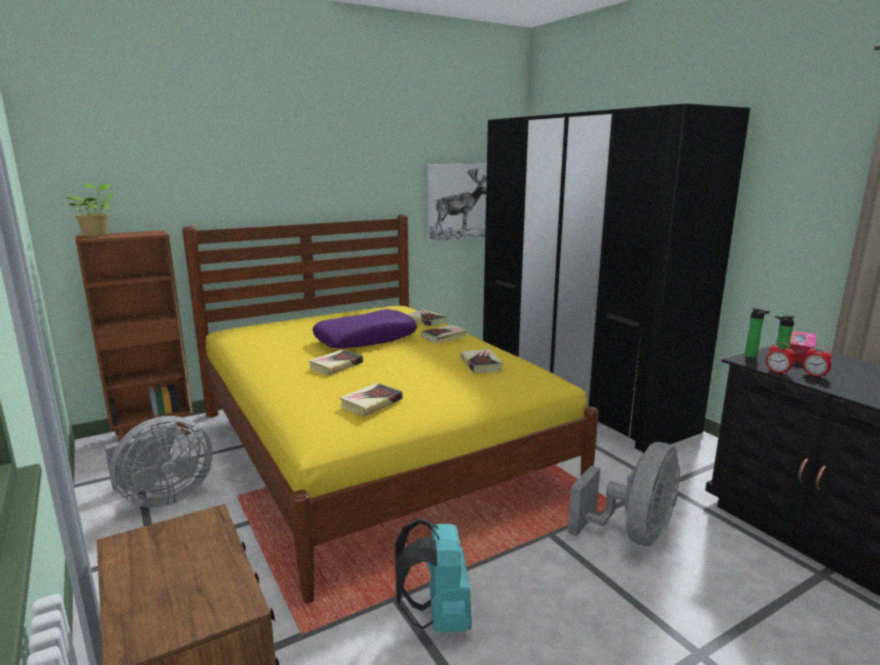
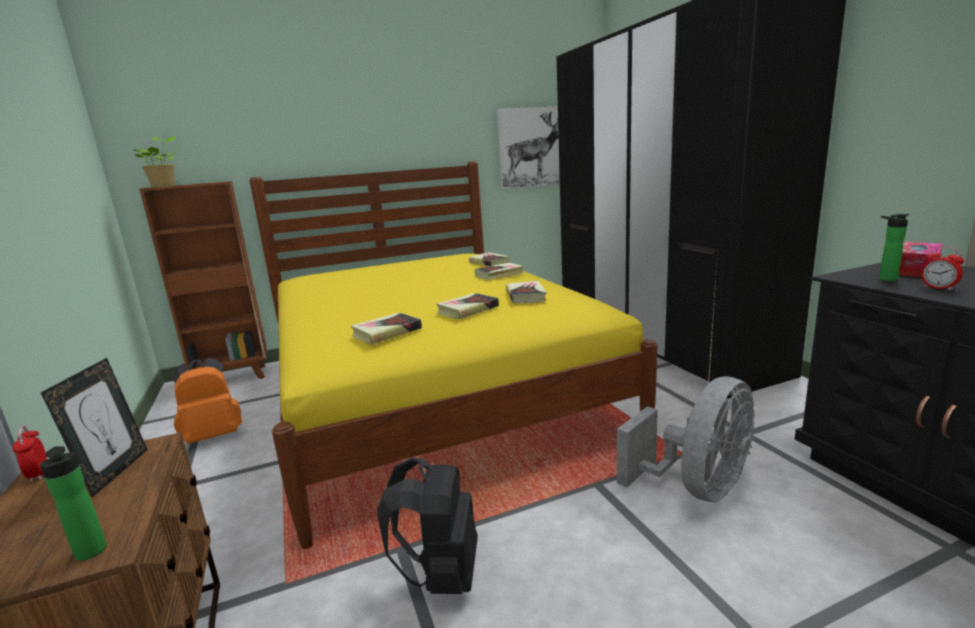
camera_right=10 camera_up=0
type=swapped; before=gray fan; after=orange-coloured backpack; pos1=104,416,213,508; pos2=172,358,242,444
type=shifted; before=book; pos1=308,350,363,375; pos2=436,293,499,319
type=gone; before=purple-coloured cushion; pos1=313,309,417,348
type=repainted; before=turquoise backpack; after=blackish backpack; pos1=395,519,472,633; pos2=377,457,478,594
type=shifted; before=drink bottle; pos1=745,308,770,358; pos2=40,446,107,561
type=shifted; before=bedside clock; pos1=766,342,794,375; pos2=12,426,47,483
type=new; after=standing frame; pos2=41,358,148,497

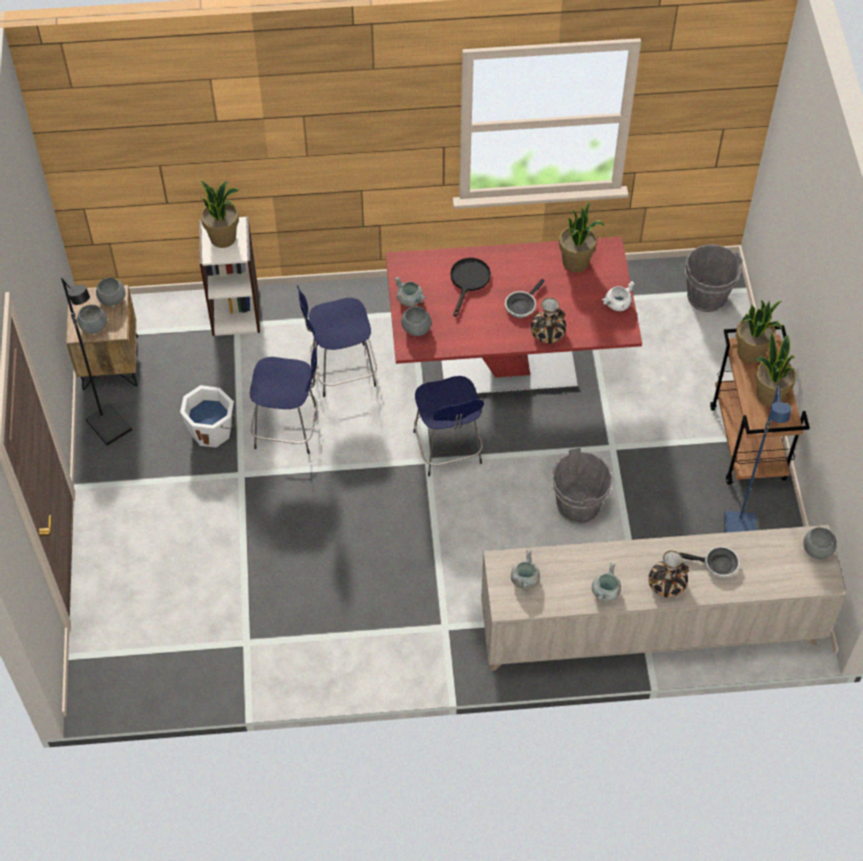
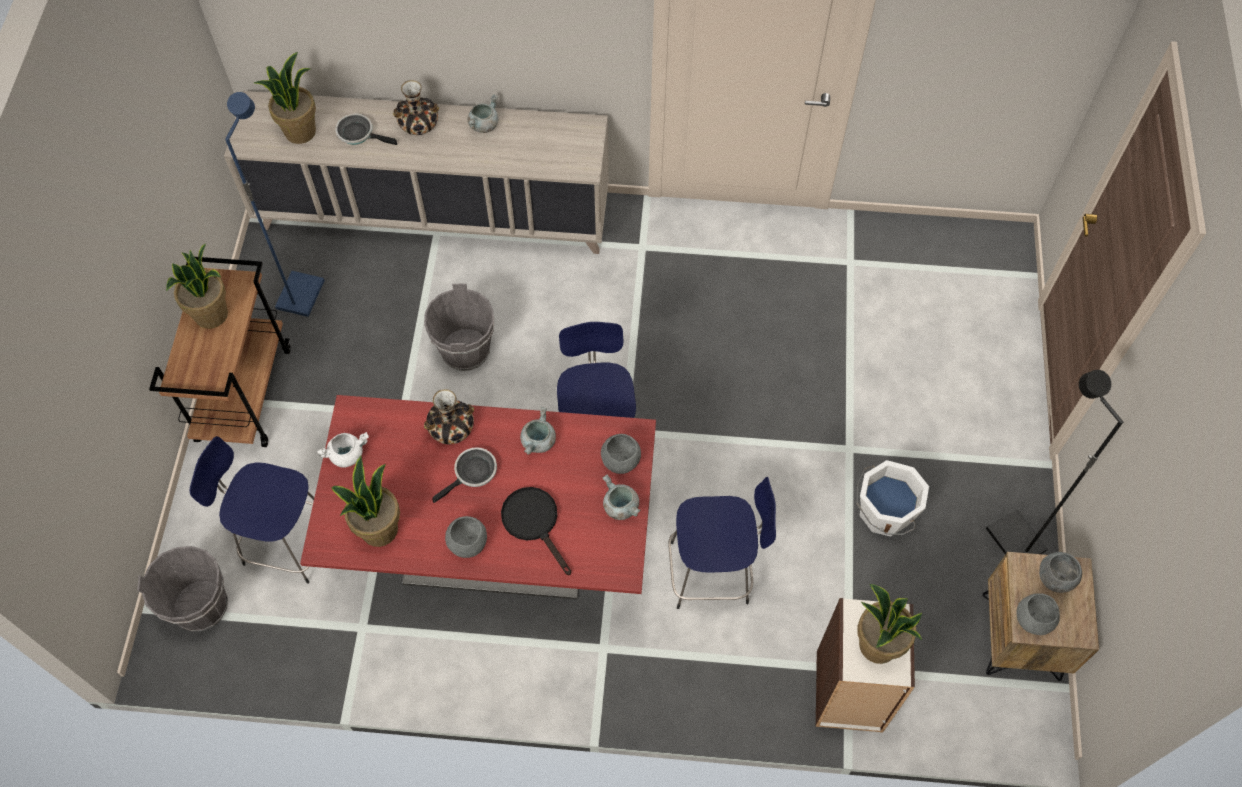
camera_right=-170 camera_up=5
type=shifted; before=bluish stool; pos1=250,340,319,454; pos2=190,436,314,584
type=rotated; before=blackish pan; pos1=450,258,491,317; pos2=501,487,571,575; turn=120
type=shifted; before=gray saucepot; pos1=511,550,540,590; pos2=520,407,556,455
type=shifted; before=potted plant; pos1=736,299,782,364; pos2=254,52,316,144
type=shifted; before=gray serving bowl; pos1=803,527,837,559; pos2=445,516,487,558

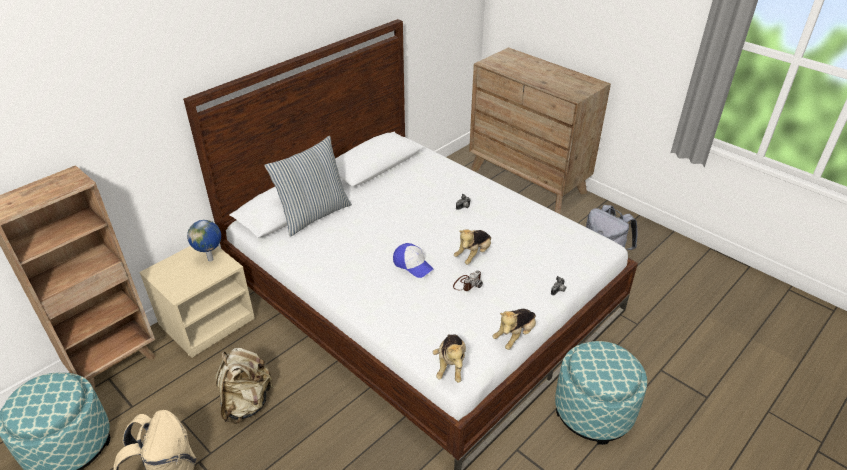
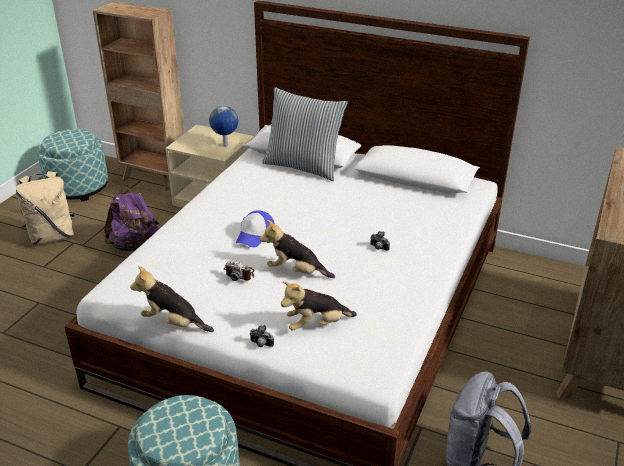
camera_right=70 camera_up=-5
type=repainted; before=beige backpack; after=purple-coloured backpack; pos1=215,348,274,424; pos2=104,185,159,251
type=shifted; before=cuddly toy; pos1=433,334,466,383; pos2=281,281,357,330

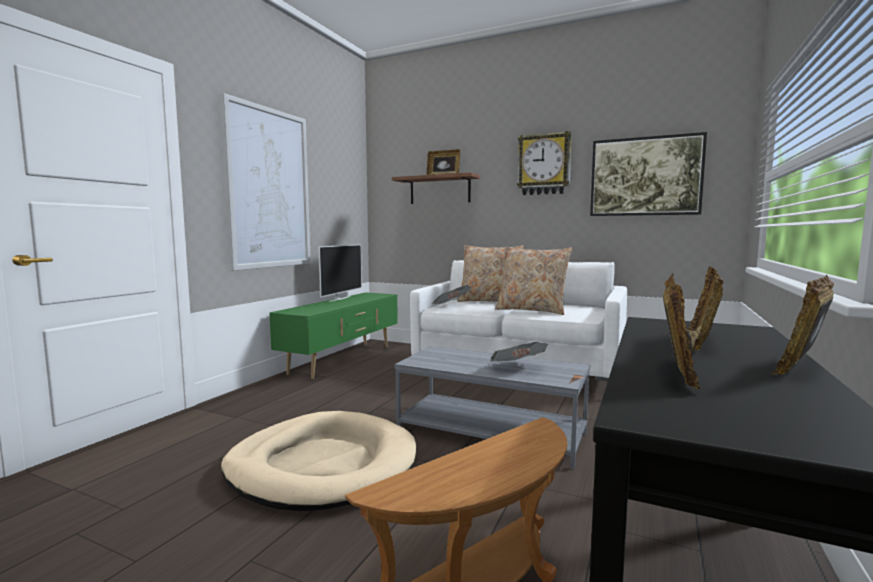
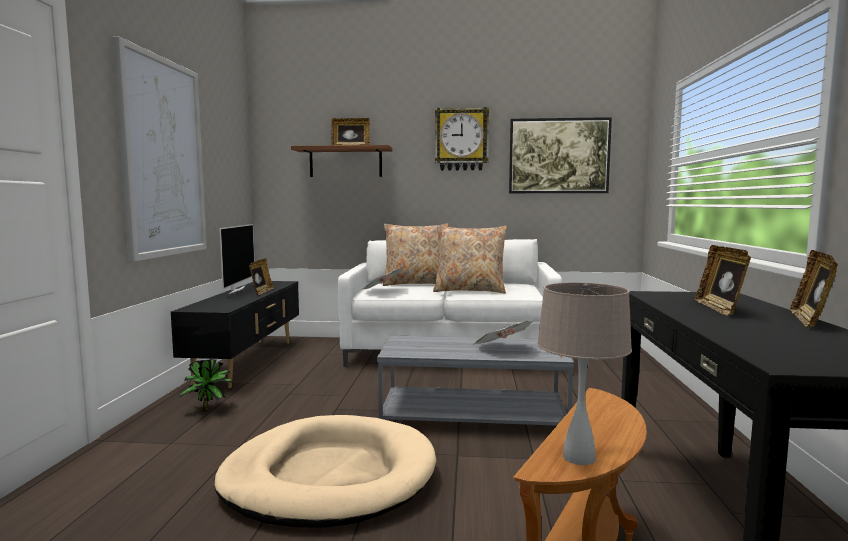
camera_right=-20 camera_up=0
type=repainted; before=green-coloured tv stand; after=blackish tv stand; pos1=269,292,398,379; pos2=171,281,299,388
type=shifted; before=standing frame; pos1=663,274,700,390; pos2=249,258,274,295
type=new; after=potted plant; pos2=179,359,232,411
type=new; after=beige tabletop lamp; pos2=537,282,632,465

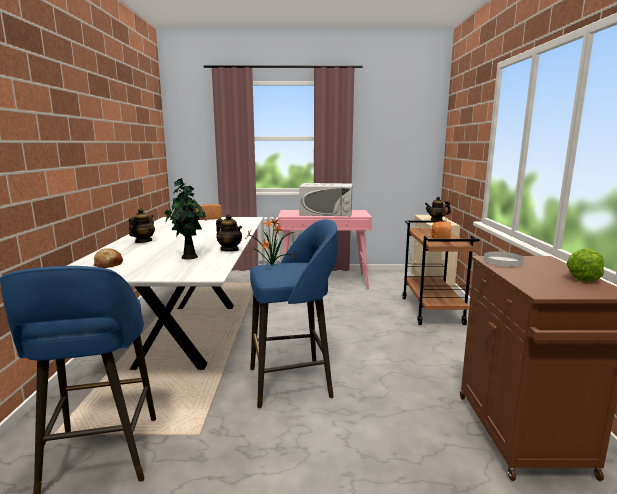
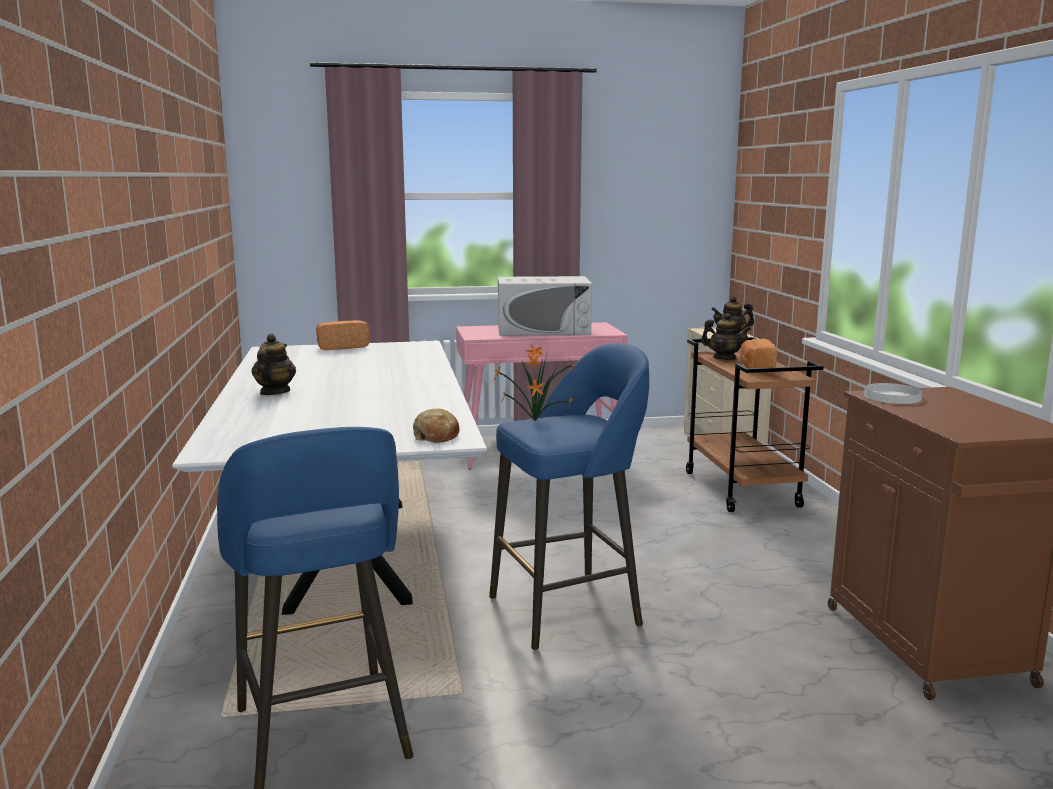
camera_right=-10 camera_up=0
type=shifted; before=bread; pos1=93,249,123,268; pos2=413,409,459,443
type=gone; before=potted plant; pos1=164,178,206,259
type=shifted; before=teapot; pos1=216,214,242,252; pos2=701,313,751,360
type=gone; before=lettuce; pos1=566,248,604,282

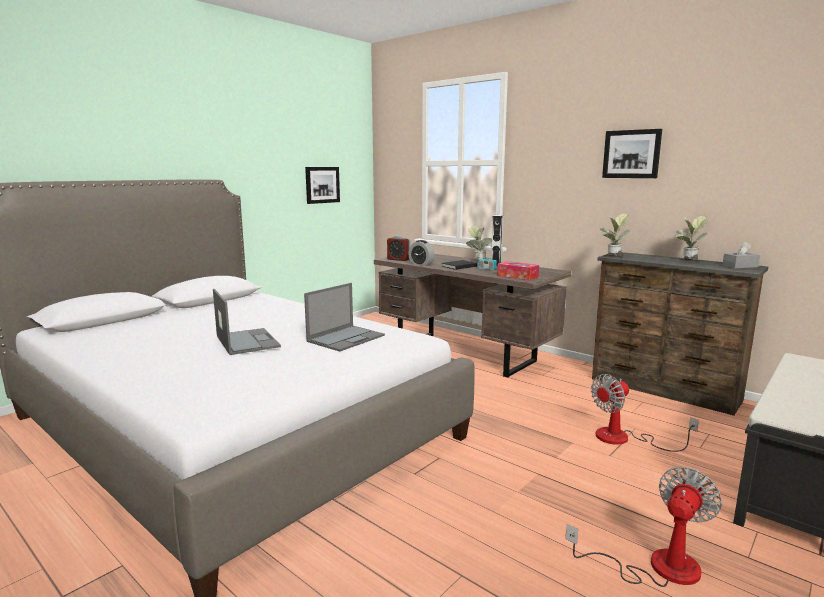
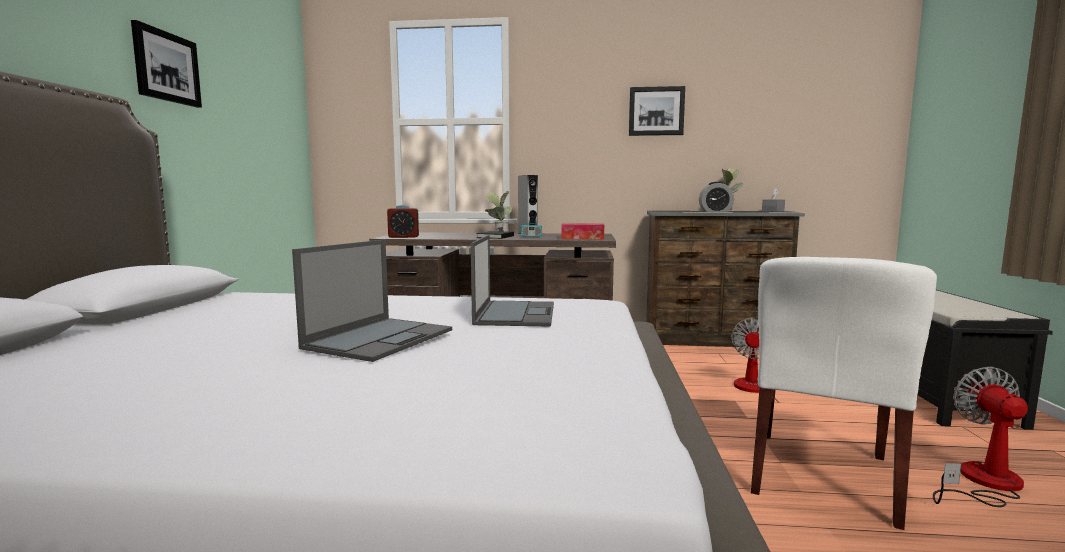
camera_right=-35 camera_up=-5
type=rotated; before=laptop; pos1=213,289,281,355; pos2=292,240,452,362; turn=90
type=shifted; before=picture; pos1=305,167,340,204; pos2=131,20,202,108
type=shifted; before=bedside clock; pos1=408,240,435,266; pos2=699,182,734,212
type=gone; before=potted plant; pos1=600,213,631,256
type=new; after=whitish upright chair; pos2=751,257,937,530

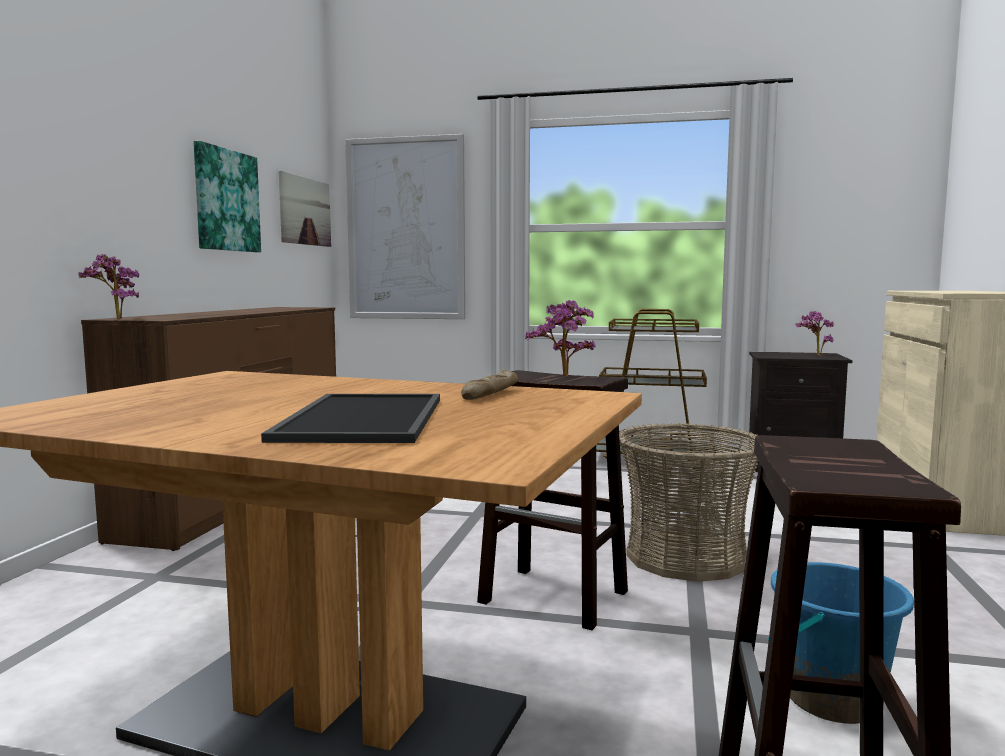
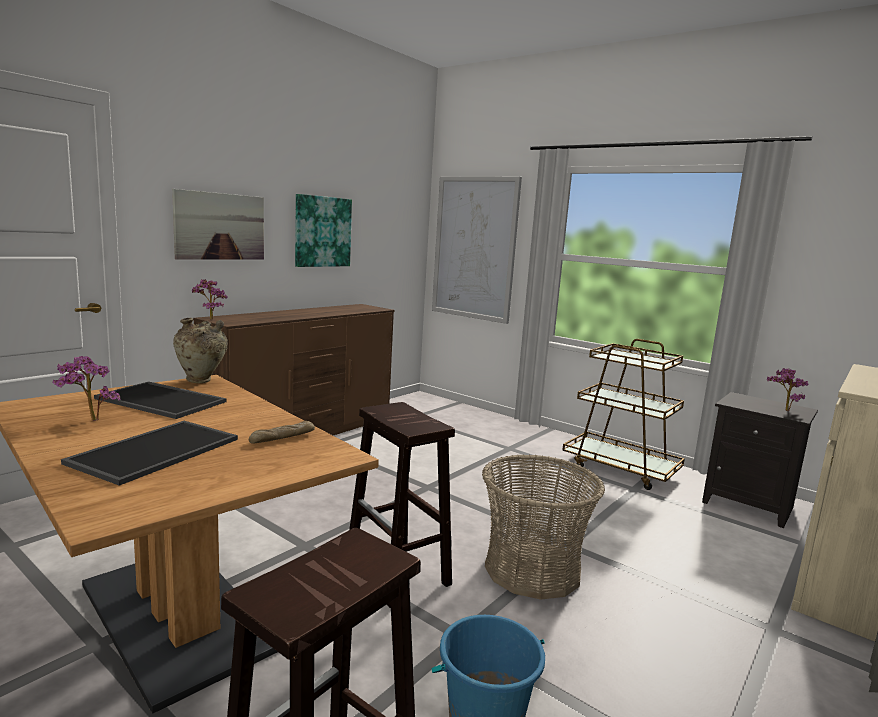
camera_right=25 camera_up=5
type=shifted; before=picture; pos1=279,171,331,247; pos2=172,189,264,260
type=shifted; before=potted plant; pos1=525,300,596,376; pos2=53,356,120,421
type=new; after=tray; pos2=94,382,227,419
type=new; after=beige flower vase; pos2=173,318,228,383

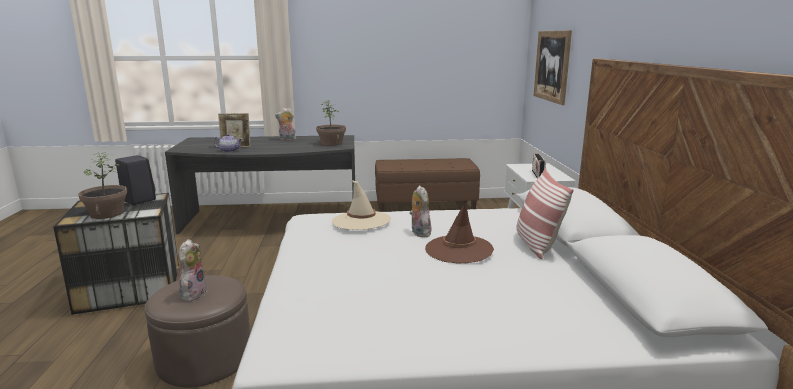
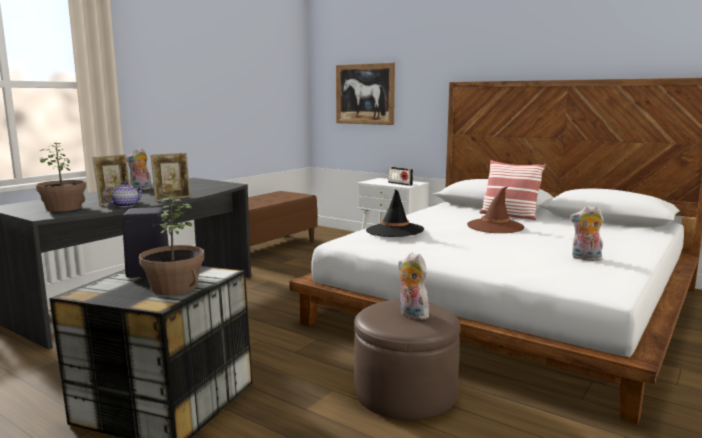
camera_right=-50 camera_up=-5
type=shifted; before=potted plant; pos1=316,101,346,146; pos2=36,143,86,212
type=repainted; before=beige hat; after=blackish hat; pos1=332,180,391,230; pos2=366,190,424,237
type=shifted; before=cuddly toy; pos1=409,185,431,237; pos2=570,205,604,262
type=new; after=standing frame; pos2=151,153,191,201

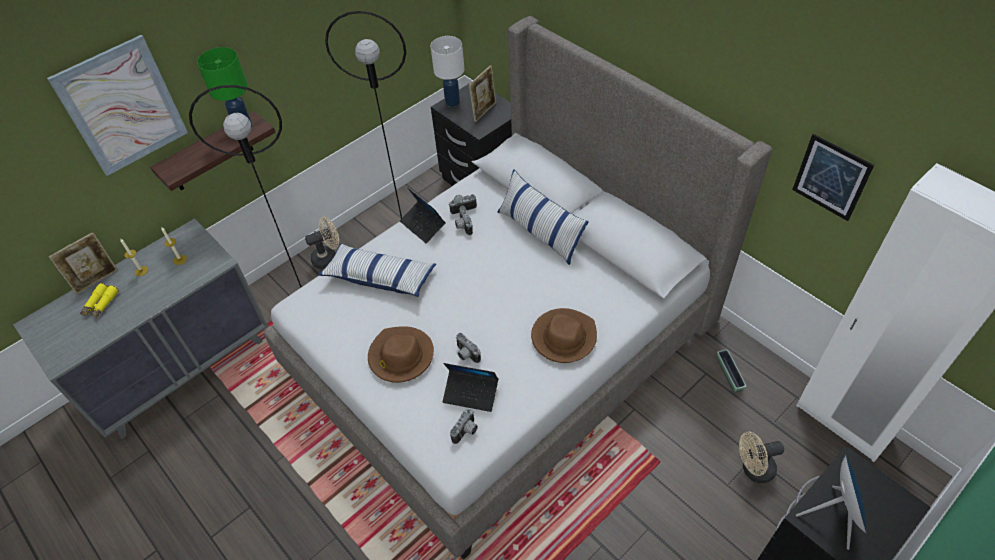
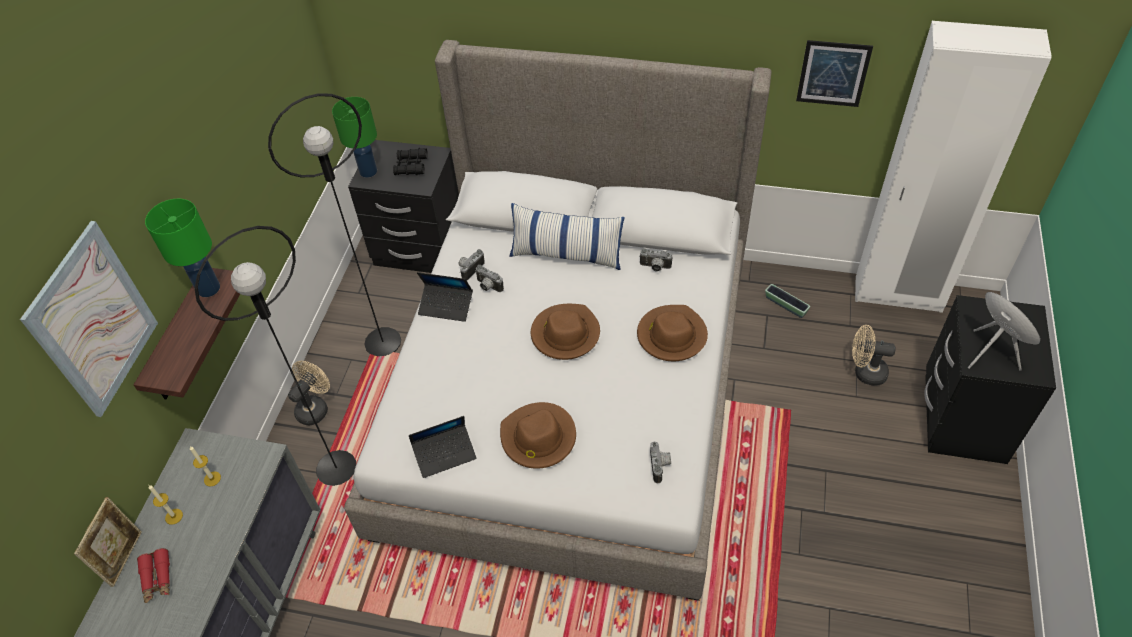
camera_right=-35 camera_up=0
type=repainted; before=yellow-coloured field glasses; after=red field glasses; pos1=80,283,119,318; pos2=137,548,170,603
type=gone; before=cushion; pos1=318,244,436,297
type=repainted; before=whitish tabletop lamp; after=green-coloured tabletop lamp; pos1=431,36,464,107; pos2=332,97,377,178
type=shifted; before=laptop; pos1=443,363,499,412; pos2=409,416,477,478
type=shifted; before=still camera; pos1=456,333,481,363; pos2=640,248,673,271
type=swapped; before=standing frame; after=blackish field glasses; pos1=469,65,496,122; pos2=393,148,428,175
type=rotated; before=beige fan; pos1=739,432,784,483; pos2=852,325,896,386; turn=60
type=new; after=brownish hat; pos2=531,304,600,360

